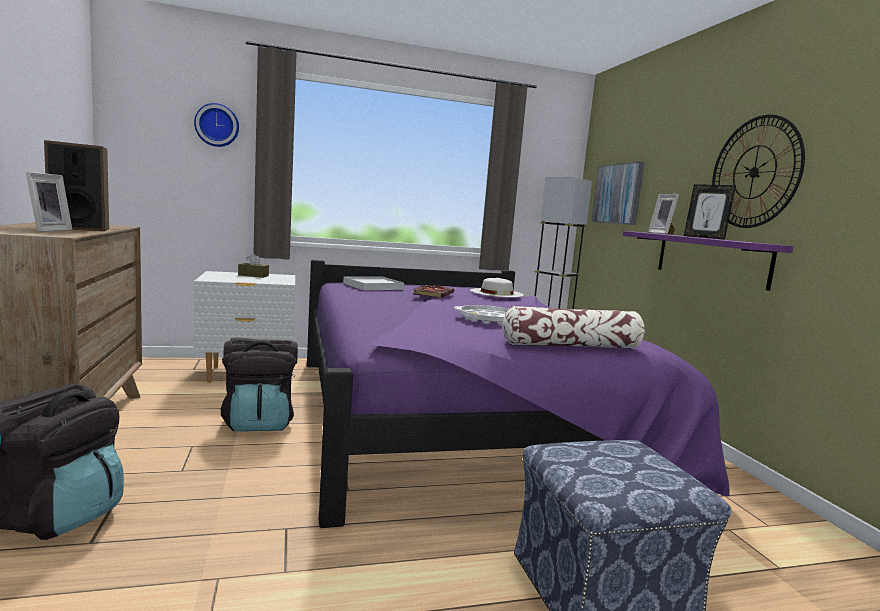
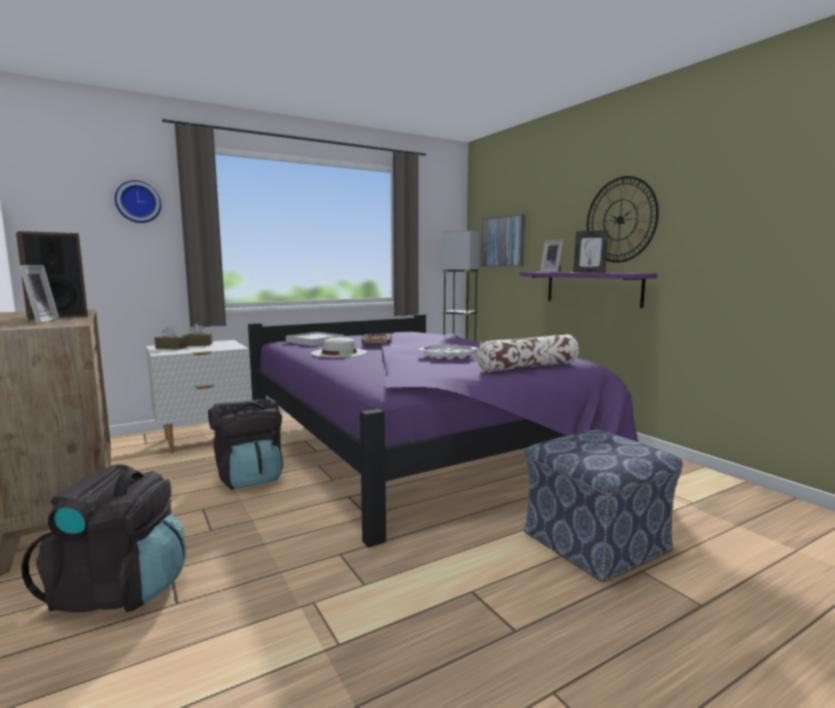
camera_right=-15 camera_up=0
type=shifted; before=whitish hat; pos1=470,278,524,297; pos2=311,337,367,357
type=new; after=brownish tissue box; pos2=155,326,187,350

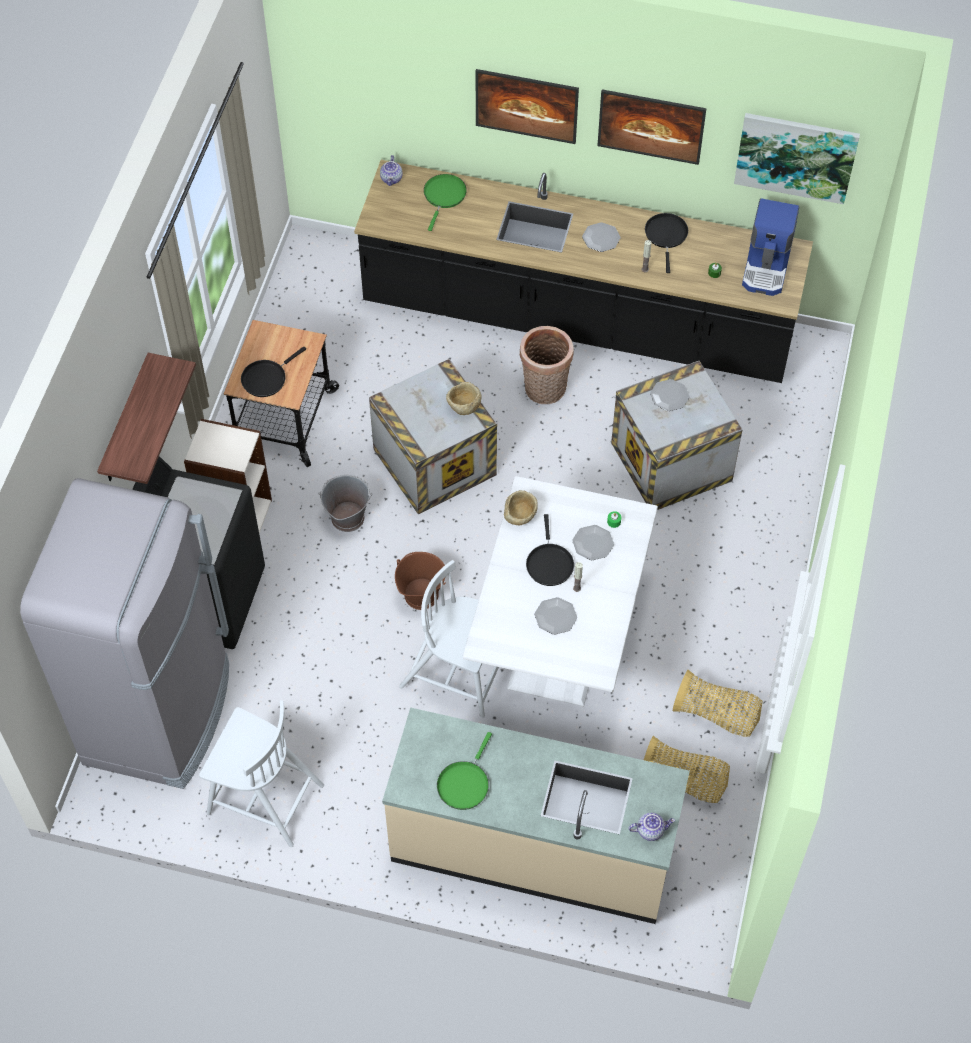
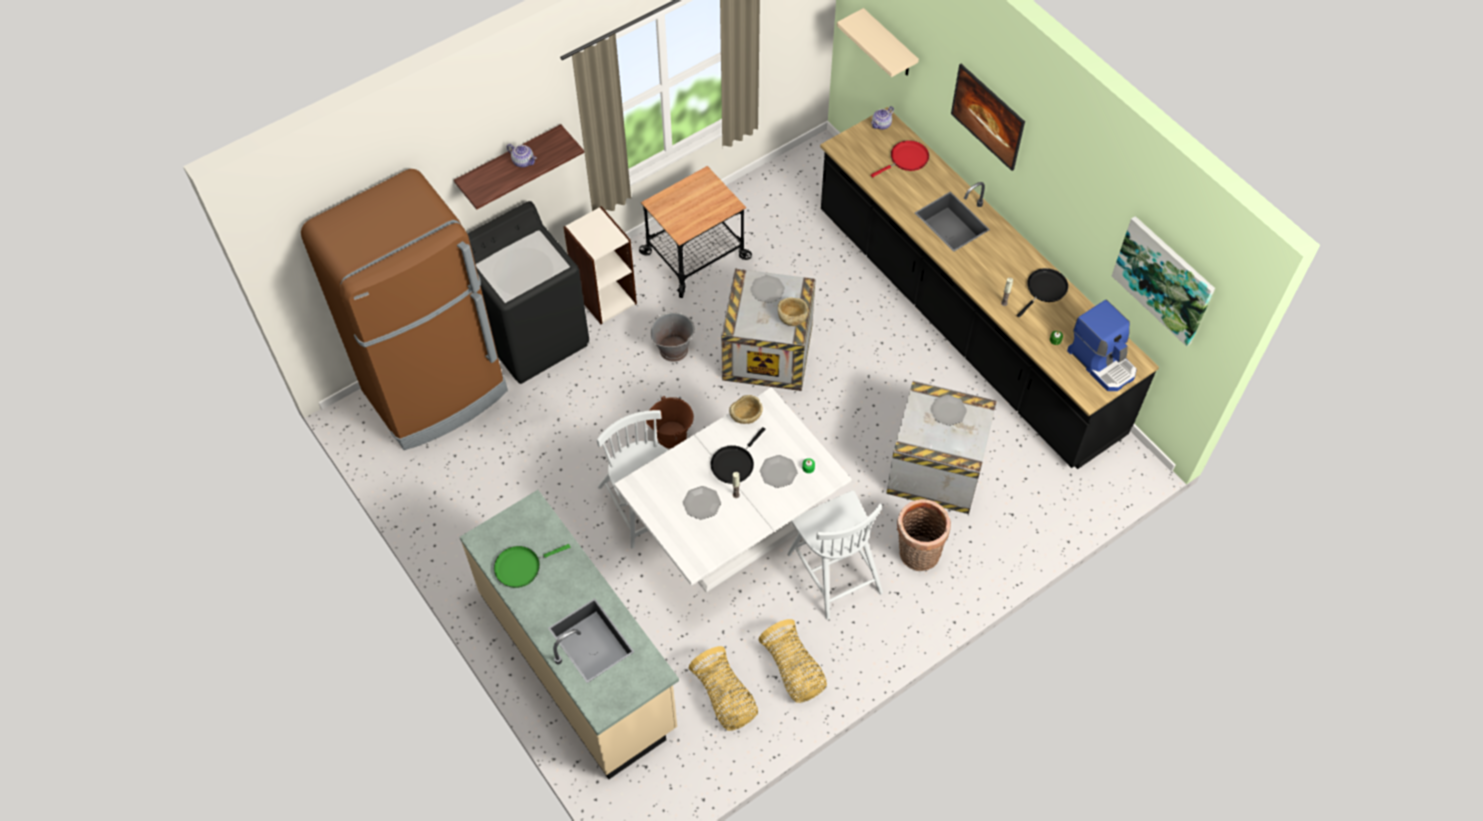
camera_right=40 camera_up=0
type=repainted; before=gray fridge; after=brownish fridge; pos1=20,478,229,789; pos2=301,169,508,450
type=shifted; before=whitish upright chair; pos1=199,700,324,847; pos2=787,490,883,620
type=gone; before=blackish pan; pos1=241,347,306,397
type=repainted; before=green-coloured pan; after=red pan; pos1=424,174,467,231; pos2=871,140,929,177
type=shifted; before=household basket; pos1=520,326,573,404; pos2=897,499,951,571
type=shifted; before=flat dish; pos1=582,222,620,252; pos2=750,275,785,303
type=gone; before=picture; pos1=597,89,707,165
type=shifted; before=teapot; pos1=629,812,675,841; pos2=507,144,537,167
type=rotated; before=coffee maker; pos1=742,198,799,296; pos2=1067,300,1137,391; turn=-90
type=new; after=beige bracket shelf; pos2=837,8,919,77

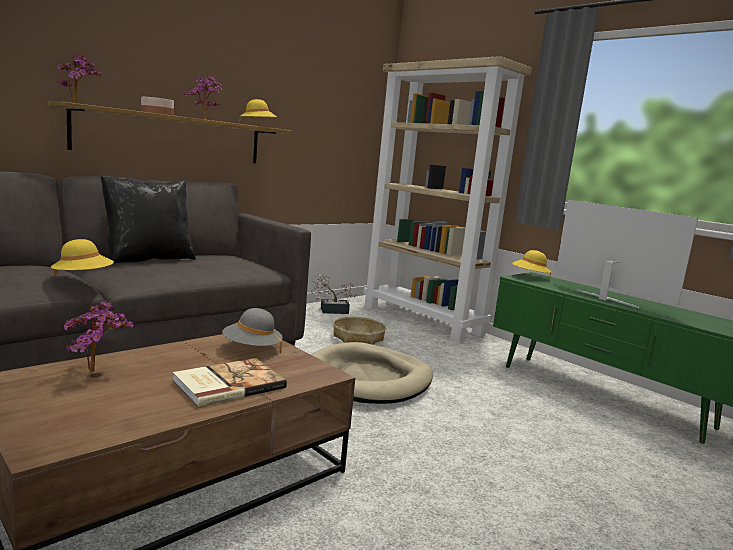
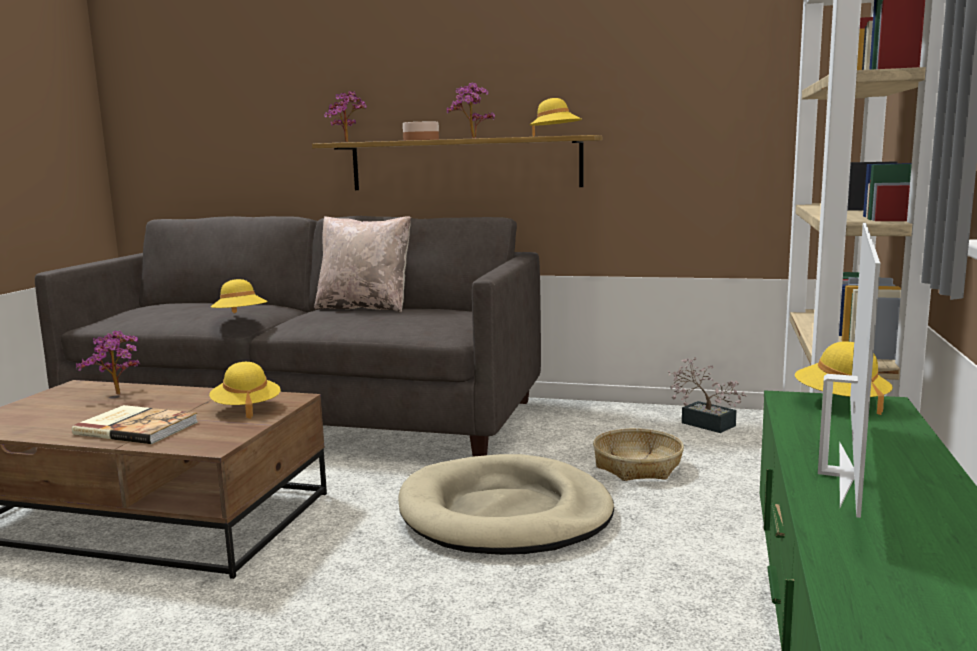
camera_right=60 camera_up=0
type=repainted; before=blackish cushion; after=beige cushion; pos1=101,176,196,263; pos2=314,216,411,312
type=repainted; before=gray hat; after=yellow-coloured hat; pos1=222,308,283,353; pos2=209,362,281,419

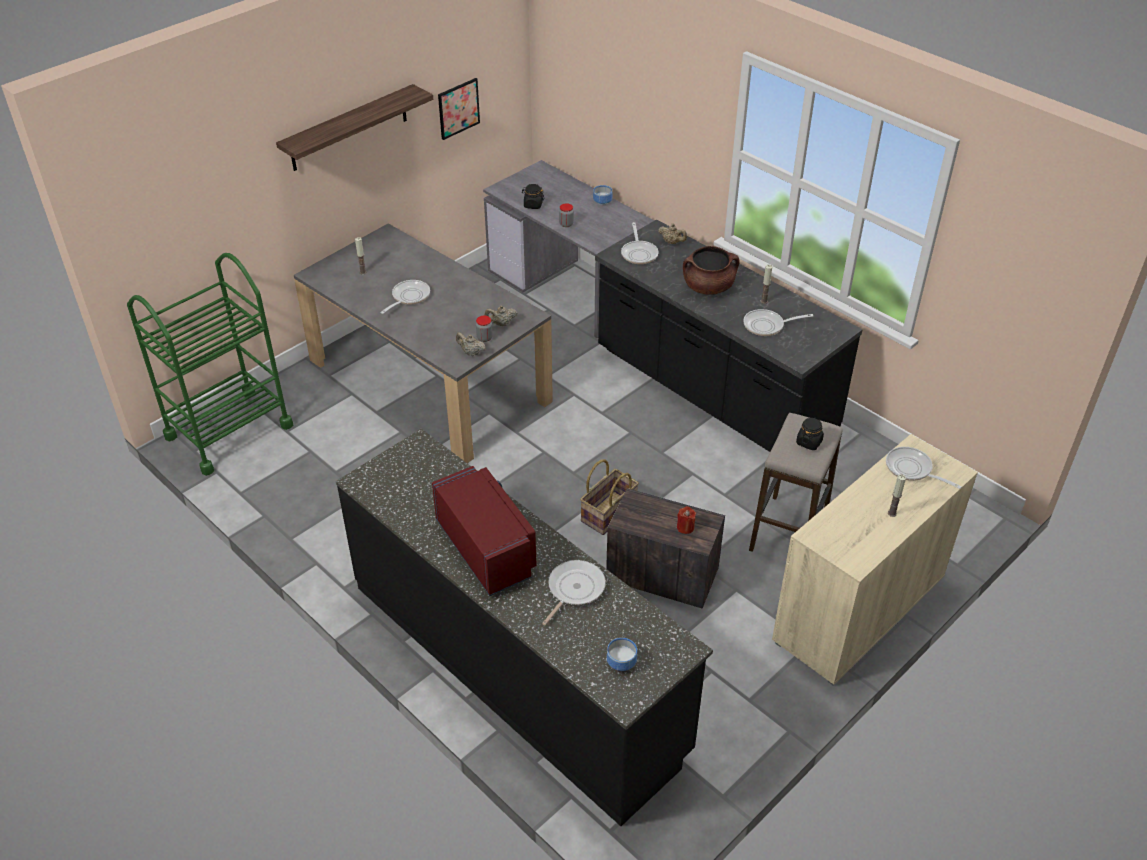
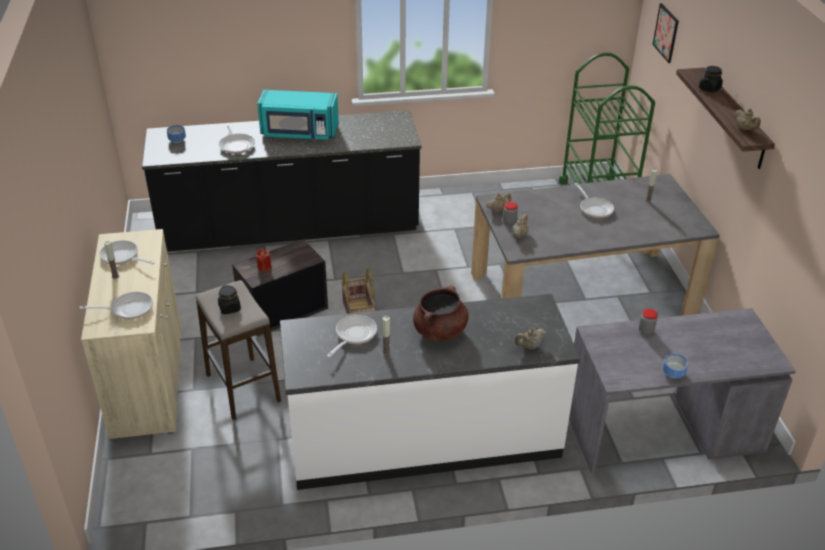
camera_right=125 camera_up=-5
type=repainted; before=red microwave; after=turquoise microwave; pos1=432,466,536,596; pos2=257,90,339,140
type=shifted; before=picture; pos1=438,78,480,140; pos2=652,3,679,63
type=shifted; before=blackish storage jar; pos1=521,184,544,209; pos2=699,66,723,92
type=repainted; before=blackish kitchen counter; after=whitish kitchen counter; pos1=595,219,863,452; pos2=280,294,580,490
type=shifted; before=pan; pos1=621,222,659,264; pos2=99,240,155,265
type=new; after=beige teapot; pos2=734,108,761,131

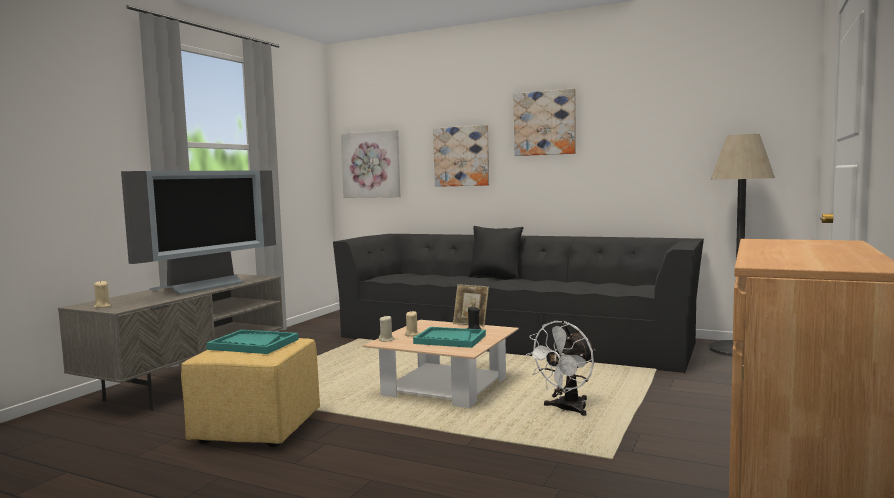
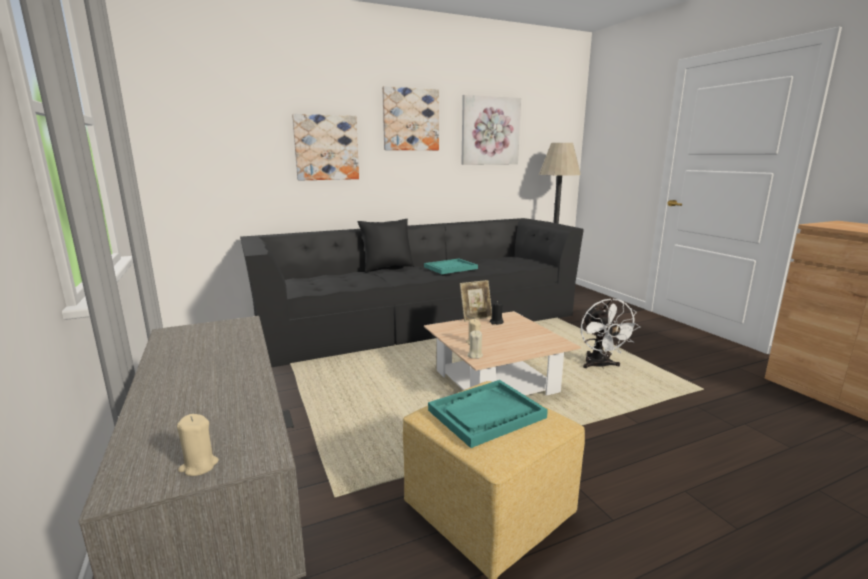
camera_right=-50 camera_up=10
type=gone; before=TV; pos1=121,170,276,295
type=shifted; before=picture; pos1=341,130,400,198; pos2=461,95,521,165
type=shifted; before=turquoise tray; pos1=413,327,486,348; pos2=424,259,478,274

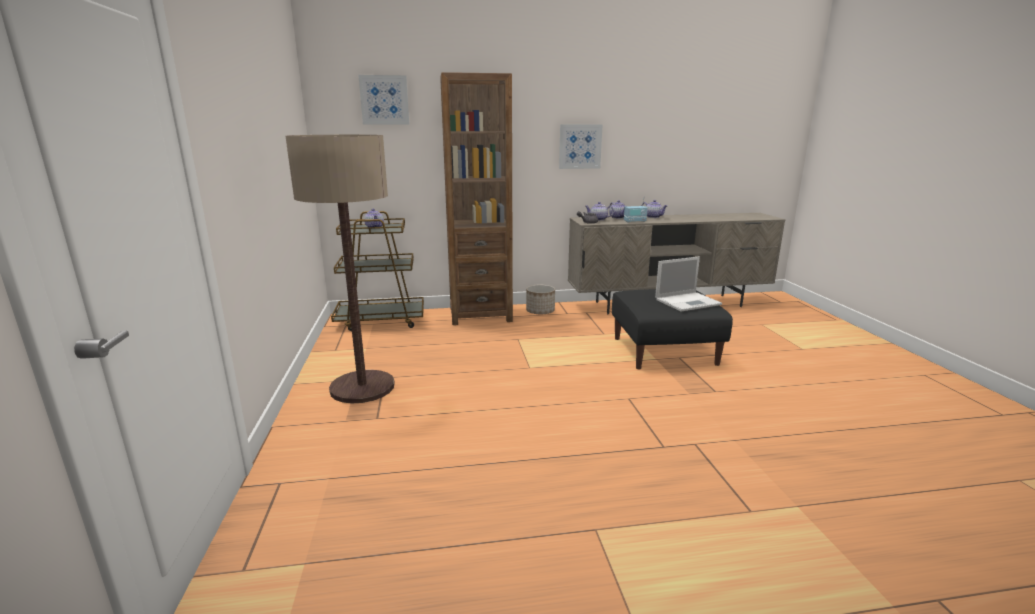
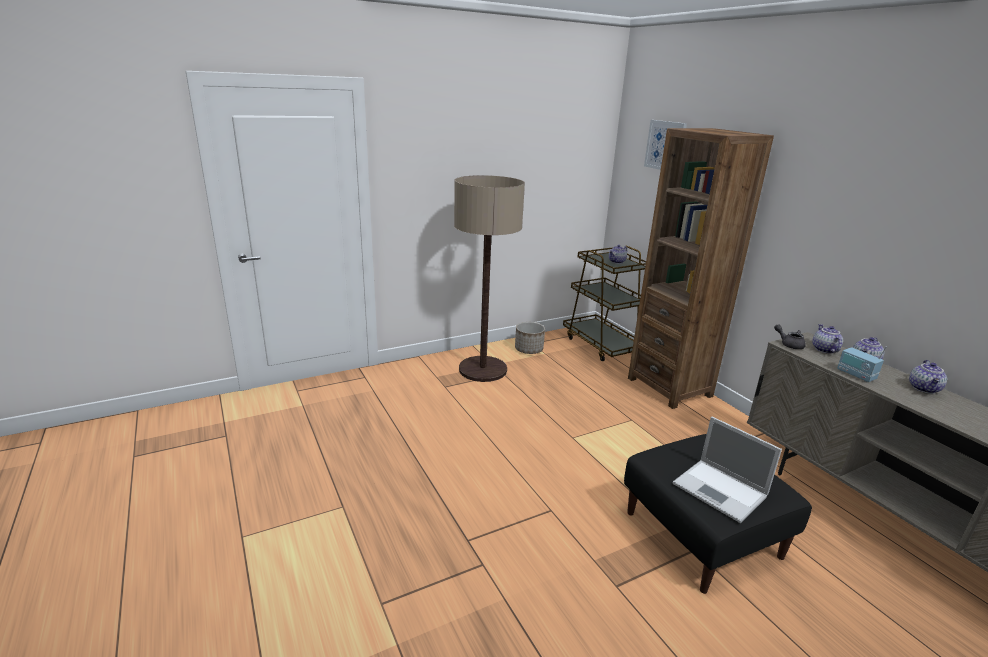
camera_right=70 camera_up=5
type=shifted; before=flower pot; pos1=526,285,555,314; pos2=515,322,545,354
type=gone; before=picture; pos1=559,124,603,169

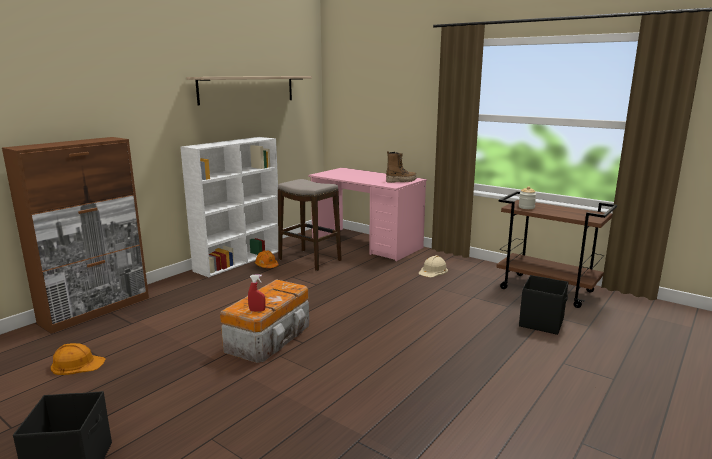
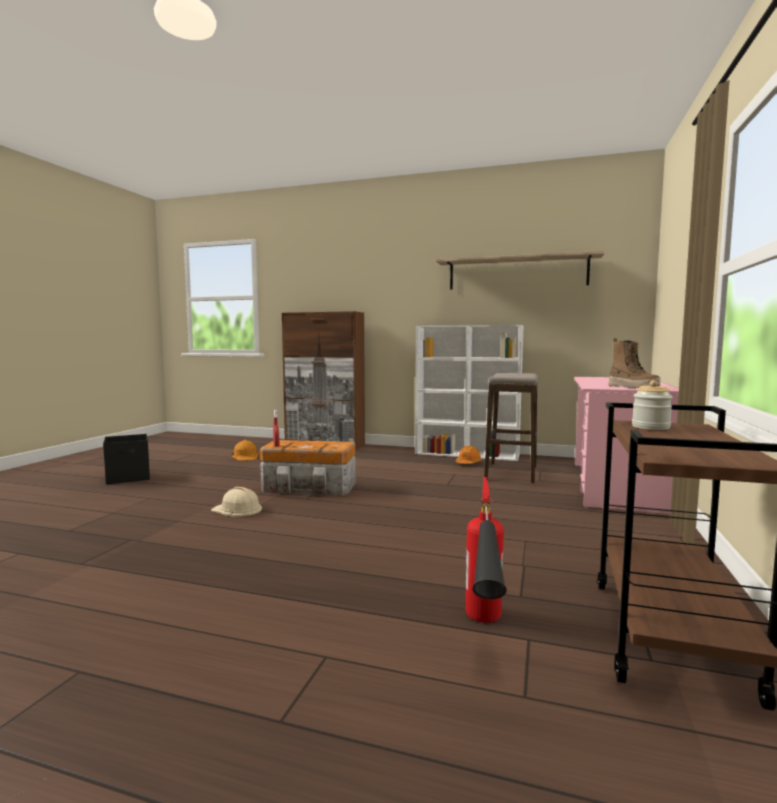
camera_right=70 camera_up=-10
type=shifted; before=beige hard hat; pos1=419,255,448,277; pos2=211,487,262,517
type=swapped; before=blackish storage bin; after=fire extinguisher; pos1=519,275,568,335; pos2=465,477,507,623

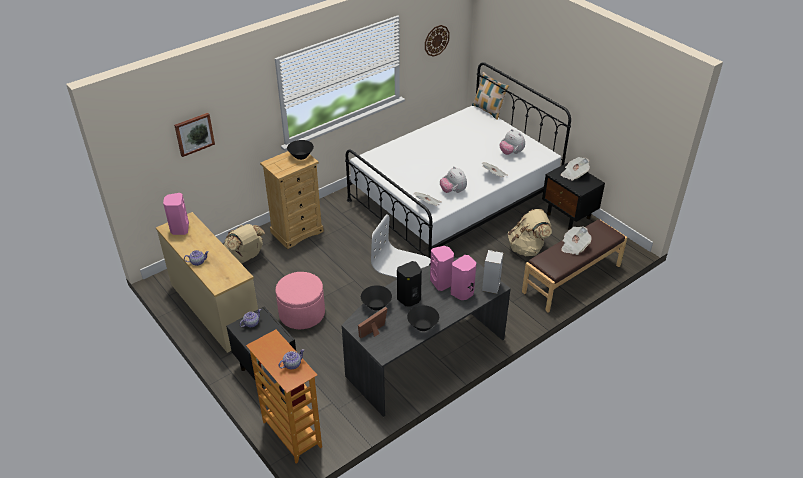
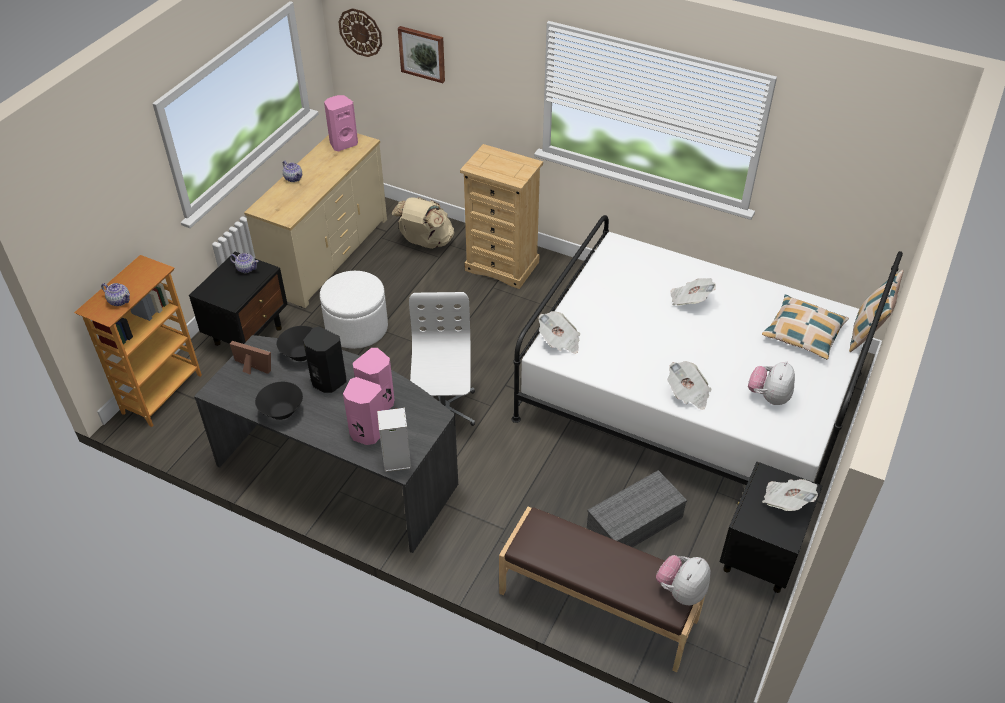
camera_right=65 camera_up=5
type=repainted; before=pink pouffe; after=whitish pouffe; pos1=275,272,325,329; pos2=320,271,388,349
type=gone; before=blackish serving bowl; pos1=287,140,314,160
type=shifted; before=clock on the wall; pos1=425,25,450,57; pos2=338,8,382,57
type=shifted; before=cuddly toy; pos1=440,166,467,193; pos2=656,555,711,605
type=swapped; before=beige backpack; after=gray storage bin; pos1=508,209,552,256; pos2=587,470,687,547
type=shifted; before=daily paper; pos1=561,227,592,255; pos2=670,278,716,305
type=new; after=cushion; pos2=762,294,849,360

